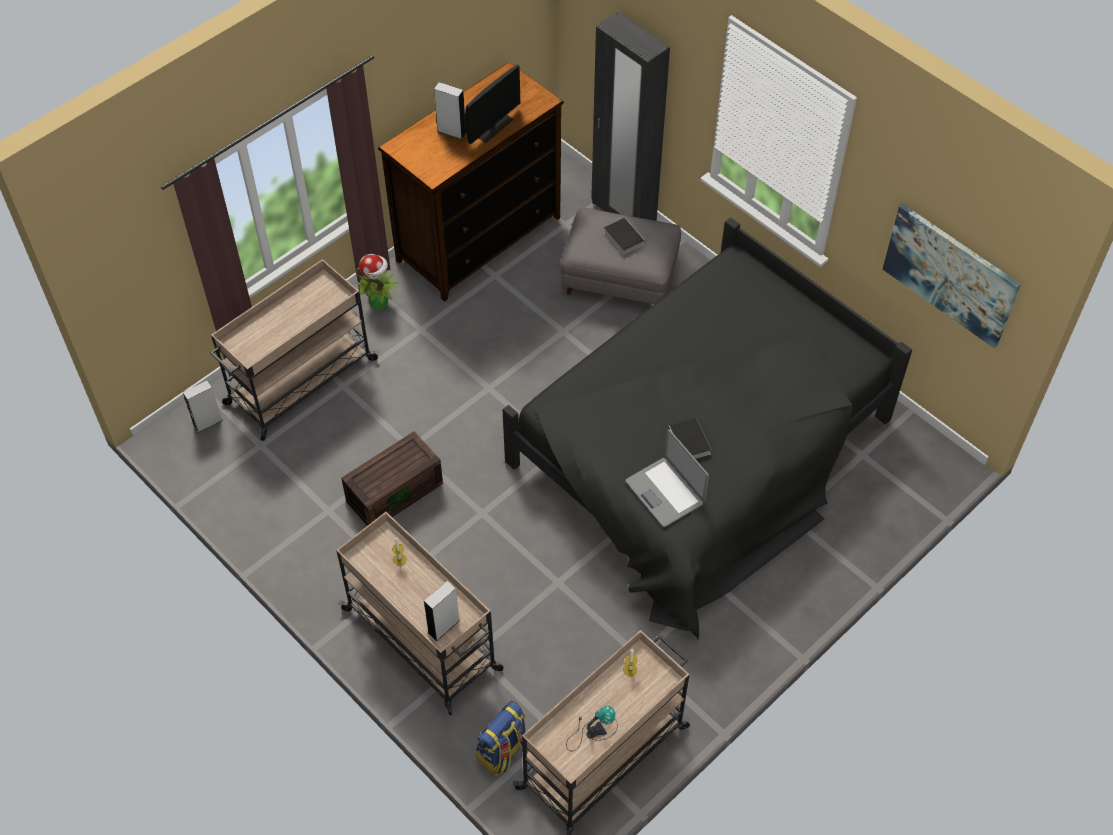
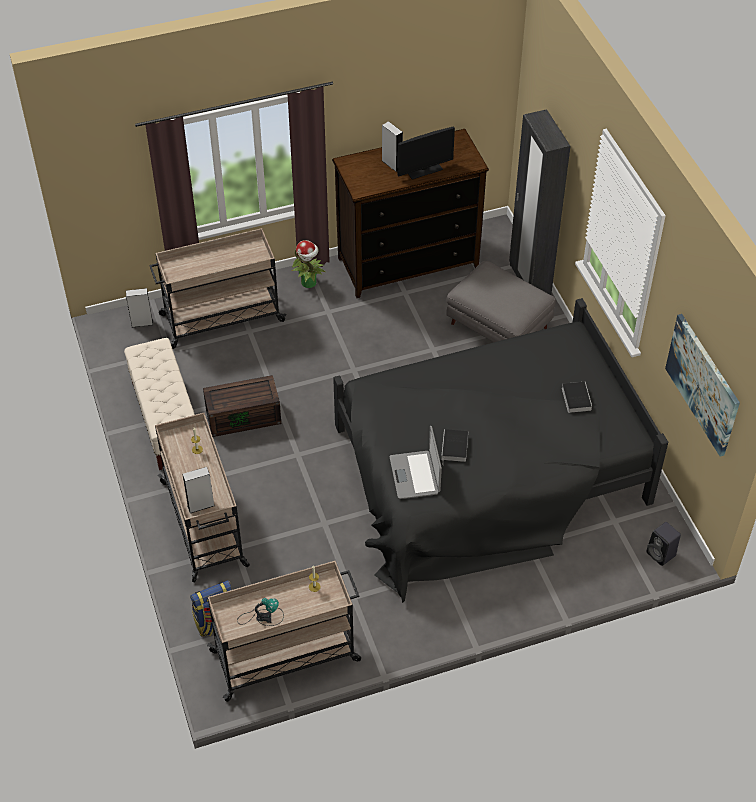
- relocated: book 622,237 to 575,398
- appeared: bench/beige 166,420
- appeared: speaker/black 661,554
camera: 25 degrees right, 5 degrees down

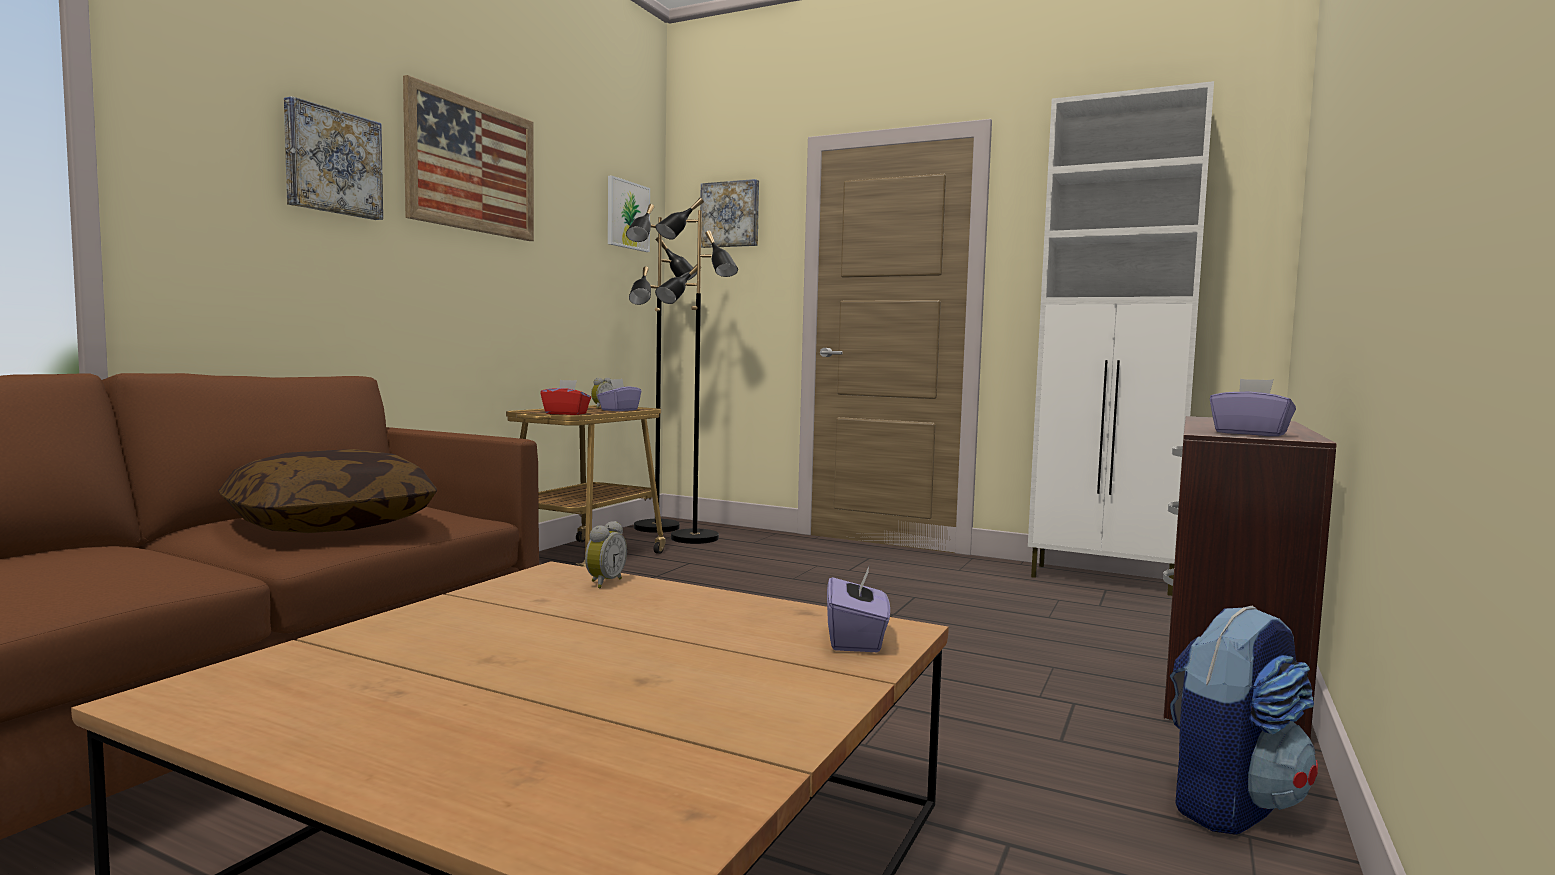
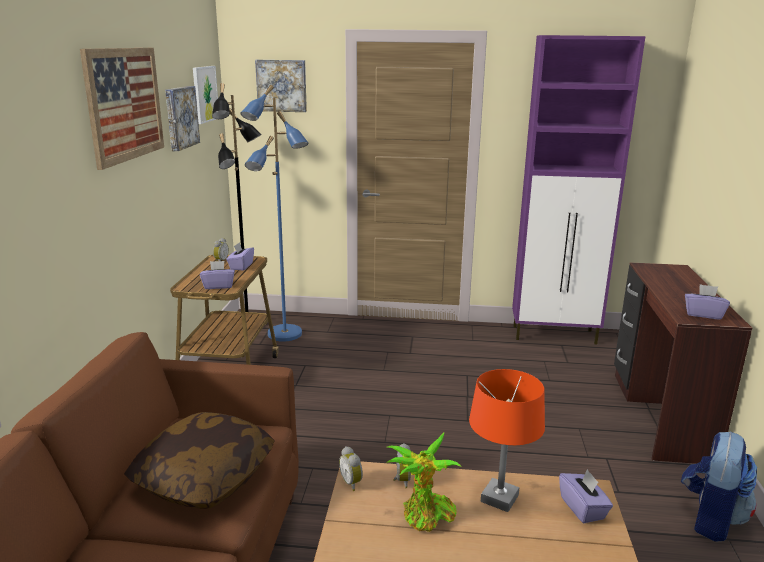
- relocated: picture 332,162 to 180,117
- colour: tissue box/red 566,414 to tissue box/purple 218,286
- colour: floor lamp/black 694,538 to floor lamp/blue 284,334
- colour: cabinet/white 1104,580 to cabinet/purple 555,335
- appeared: alarm clock 352,483
- appeared: potted plant 425,517
- appeared: table lamp/orange 500,498
camera: 20 degrees left, 15 degrees up

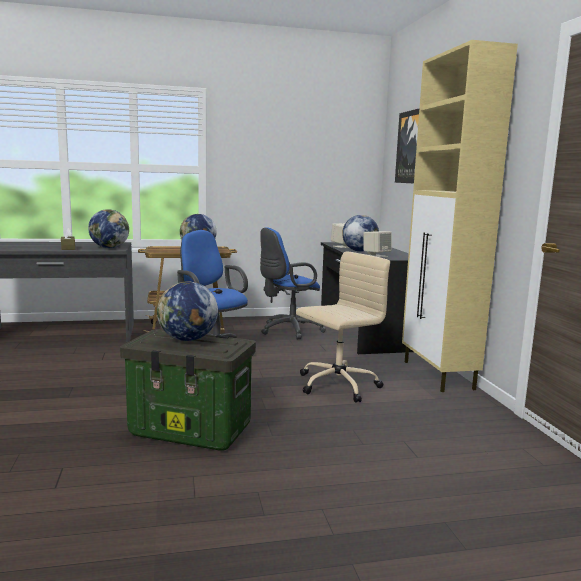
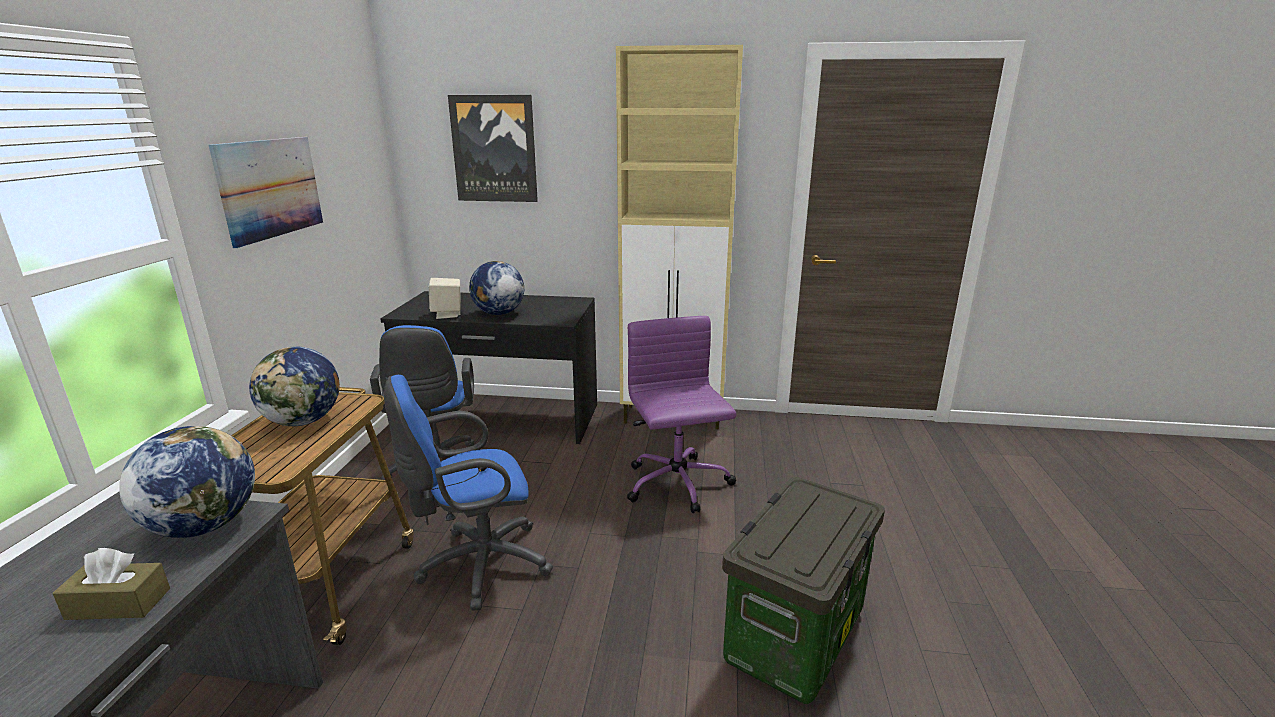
- missing: globe 187,339
- colour: office chair/beige 336,385 to office chair/purple 677,485
- missing: speaker/beige 376,256
- appeared: picture 271,188
camera: 70 degrees left, 10 degrees up

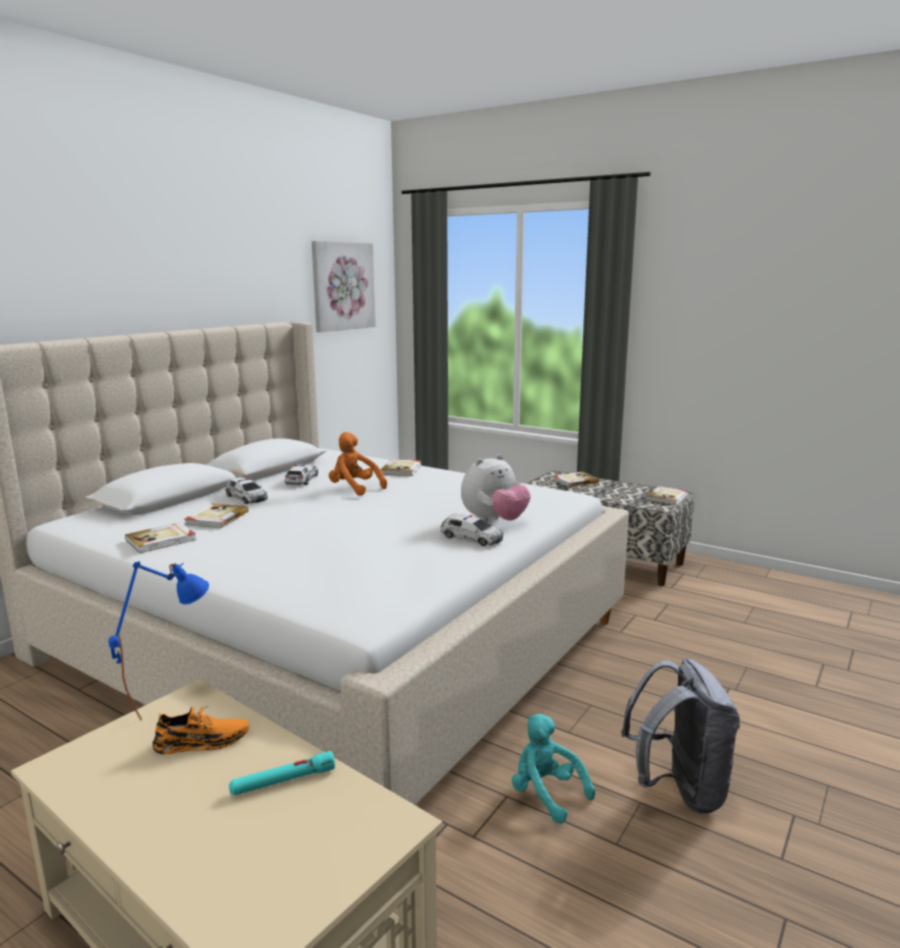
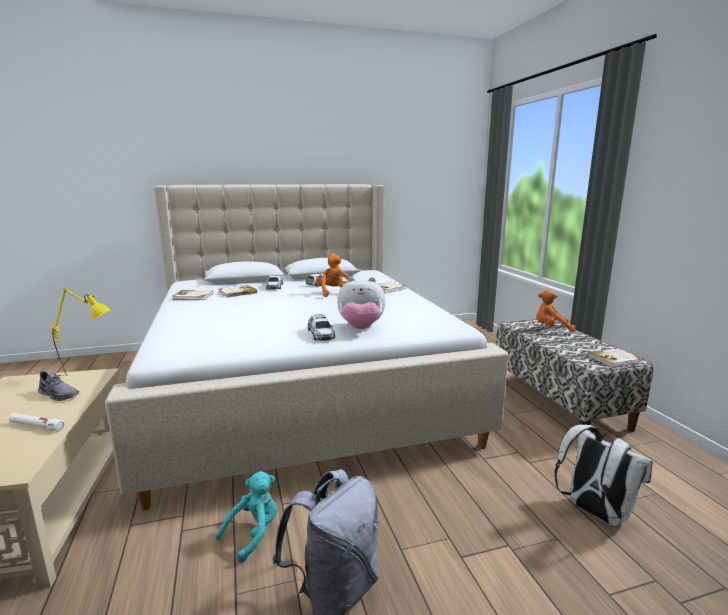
- colour: table lamp/blue 170,700 to table lamp/yellow 90,372
- colour: shoe/orange 202,742 to shoe/grey 58,394
- colour: flashlight/turquoise 283,781 to flashlight/white 36,426
- missing: picture 342,286
- spun: plush toy/turquoise 546,794 = 253,534 45 degrees clockwise
- exchanged: book 575,481 to plush toy/orange 551,329
- appeared: backpack/white 594,512
camera: 40 degrees right, 0 degrees up

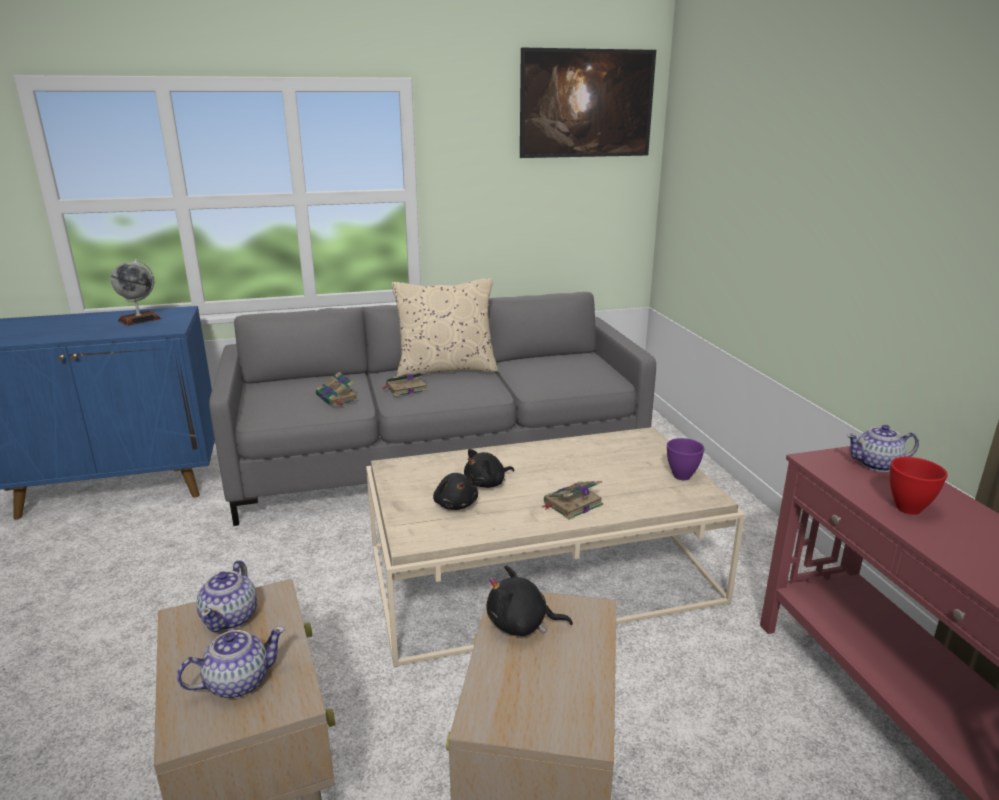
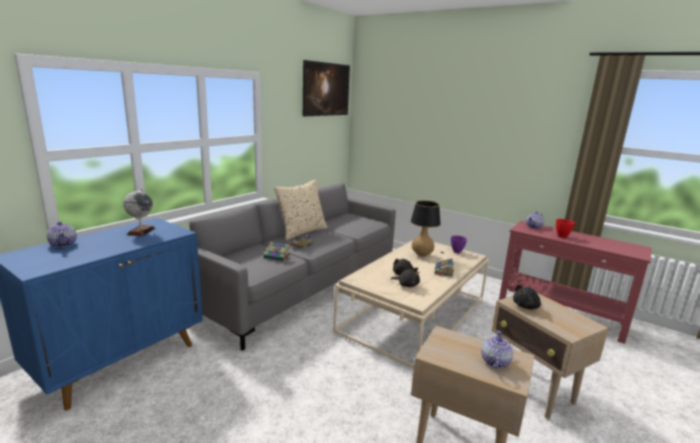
- relocated: teapot 231,617 to 63,244
- appeared: table lamp 425,256
camera: 40 degrees left, 5 degrees down

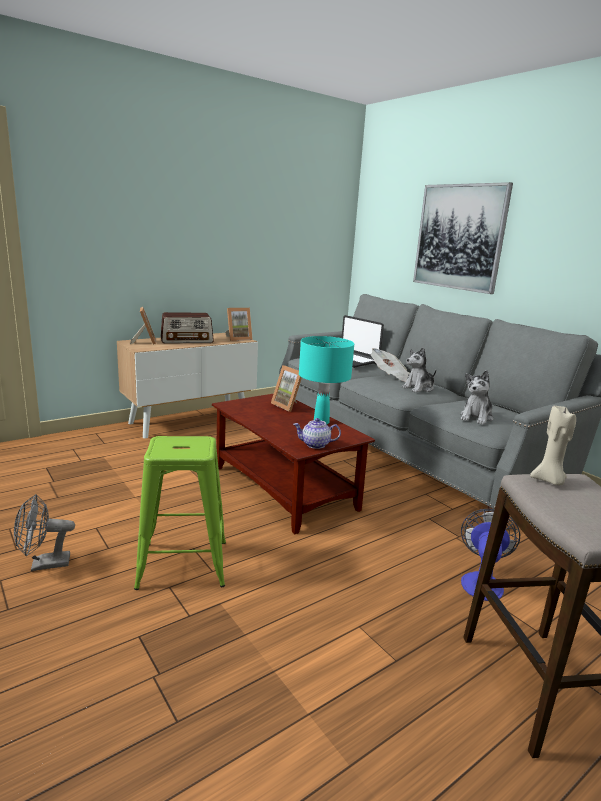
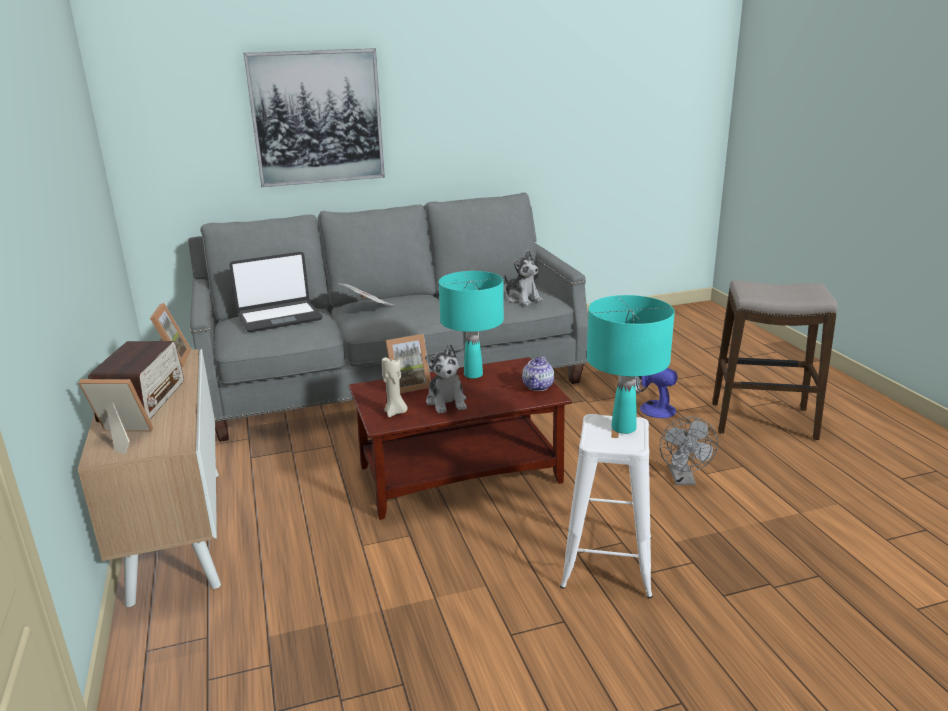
- relocated: fan/grey 44,564 to 683,479
- colour: stool/green 182,564 to stool/white 607,562
- relocated: plush toy 419,388 to 447,402
- relocated: candle/beige 549,480 to 395,412
- appeared: table lamp/turquoise 623,428
camera: 70 degrees left, 5 degrees up

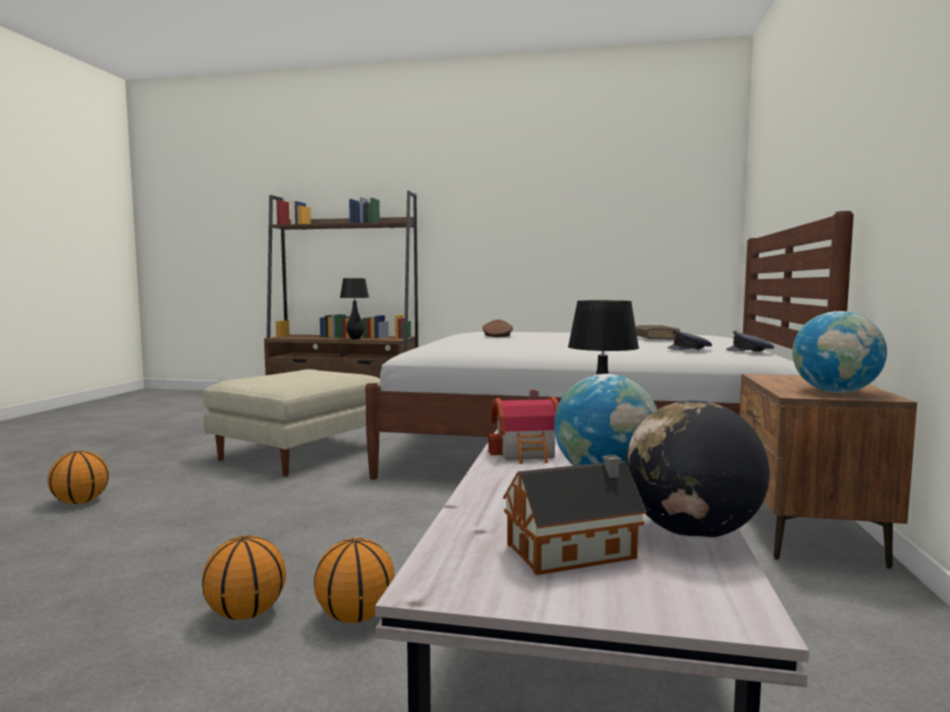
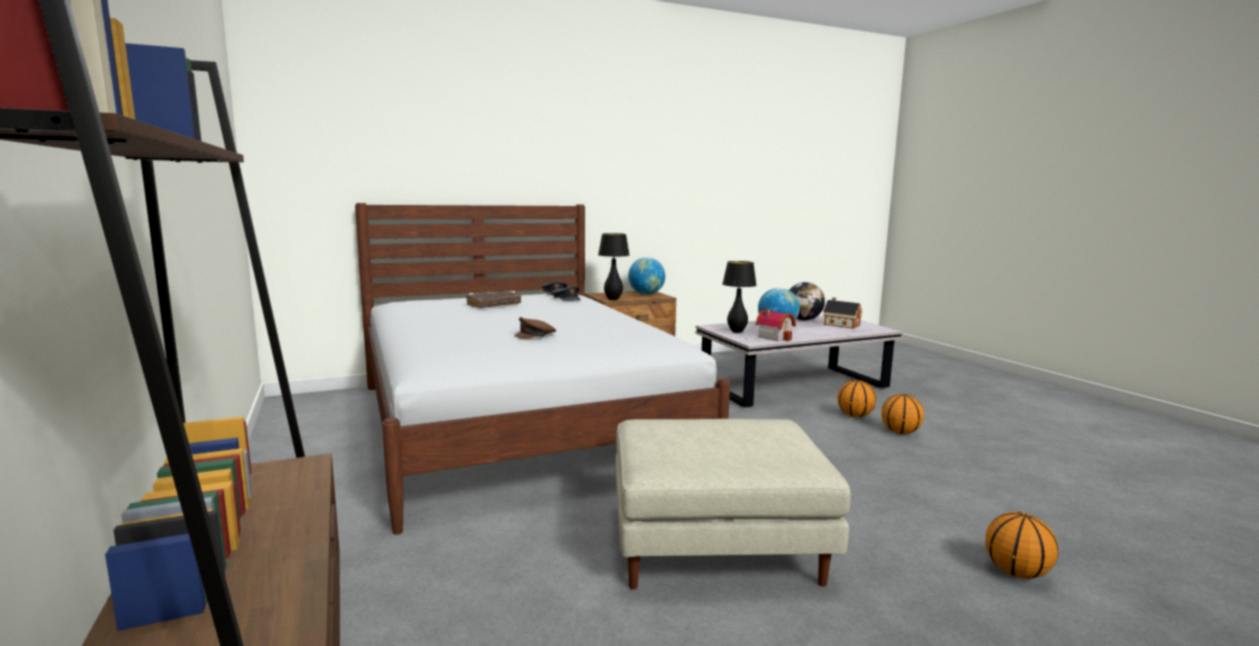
- relocated: table lamp/black 355,338 to 613,299
camera: 125 degrees left, 5 degrees up

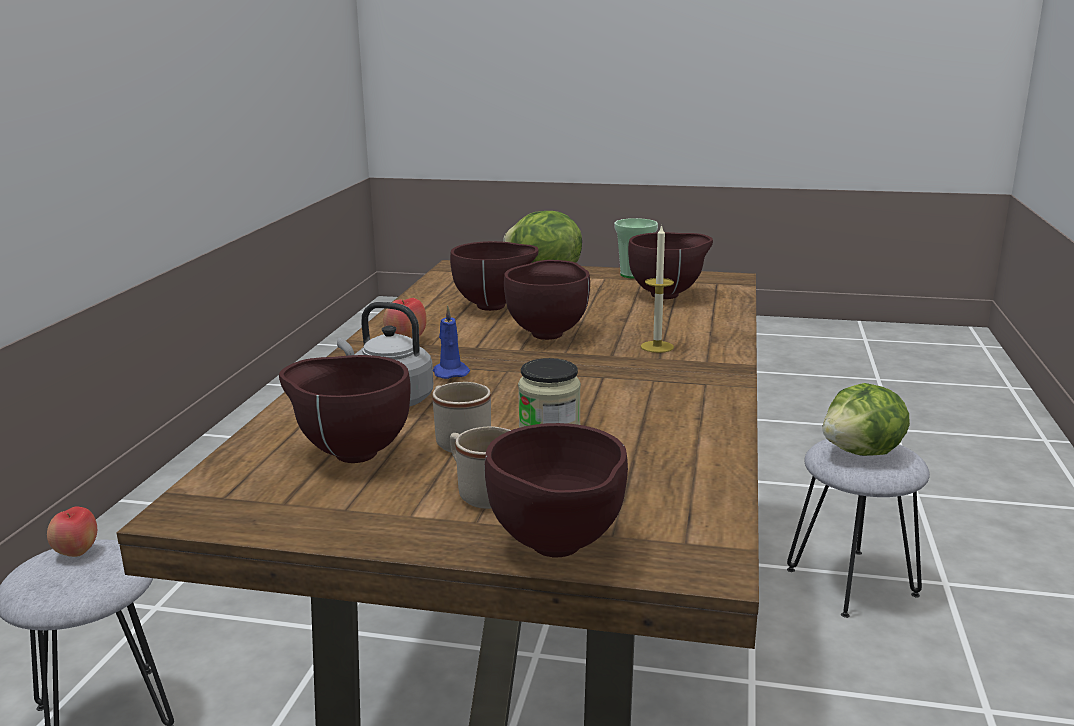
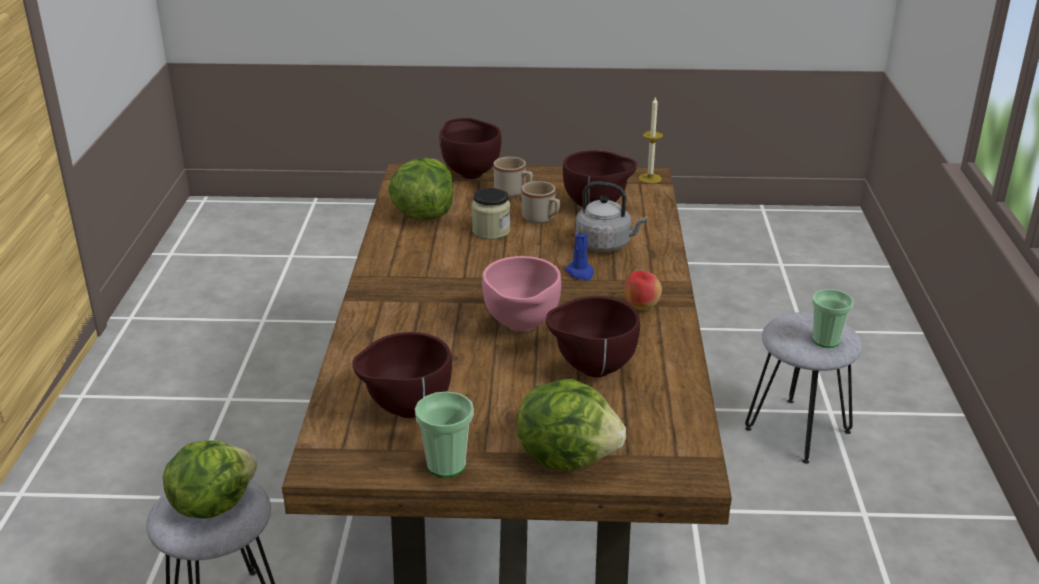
- exchanged: apple 77,553 to cup 826,340
- colour: bowl/brown 548,333 to bowl/pink 521,327
- relocated: candle 657,347 to 650,178
- appeared: lettuce 423,215
camera: 170 degrees right, 10 degrees up

